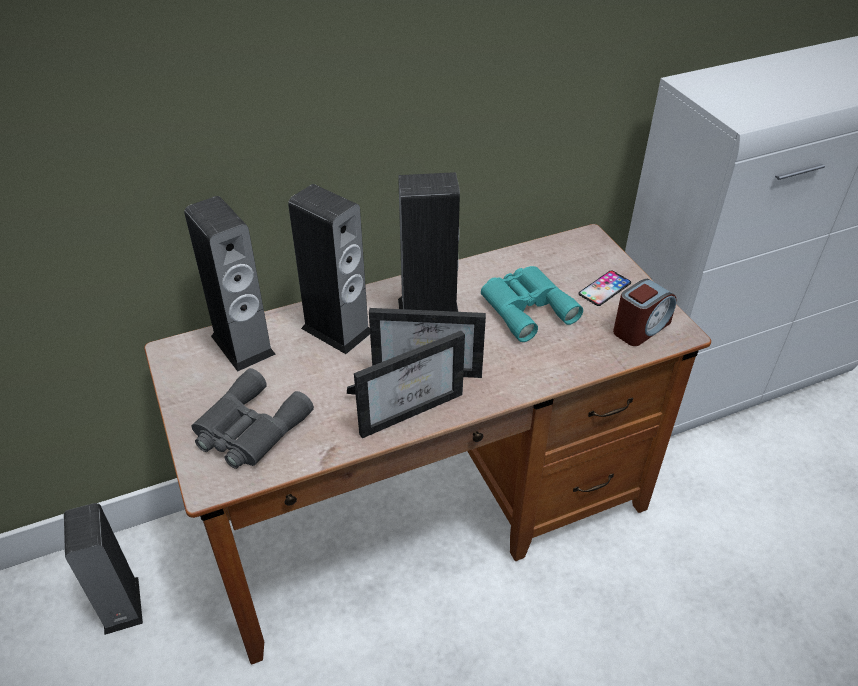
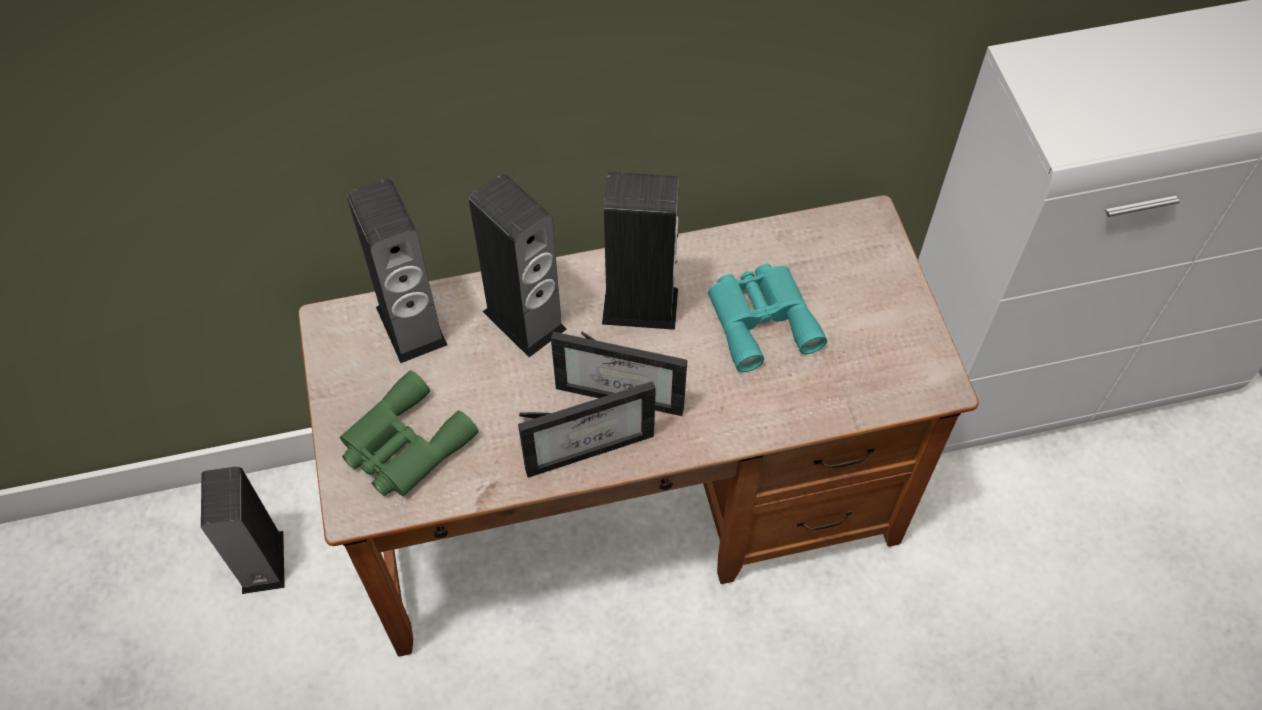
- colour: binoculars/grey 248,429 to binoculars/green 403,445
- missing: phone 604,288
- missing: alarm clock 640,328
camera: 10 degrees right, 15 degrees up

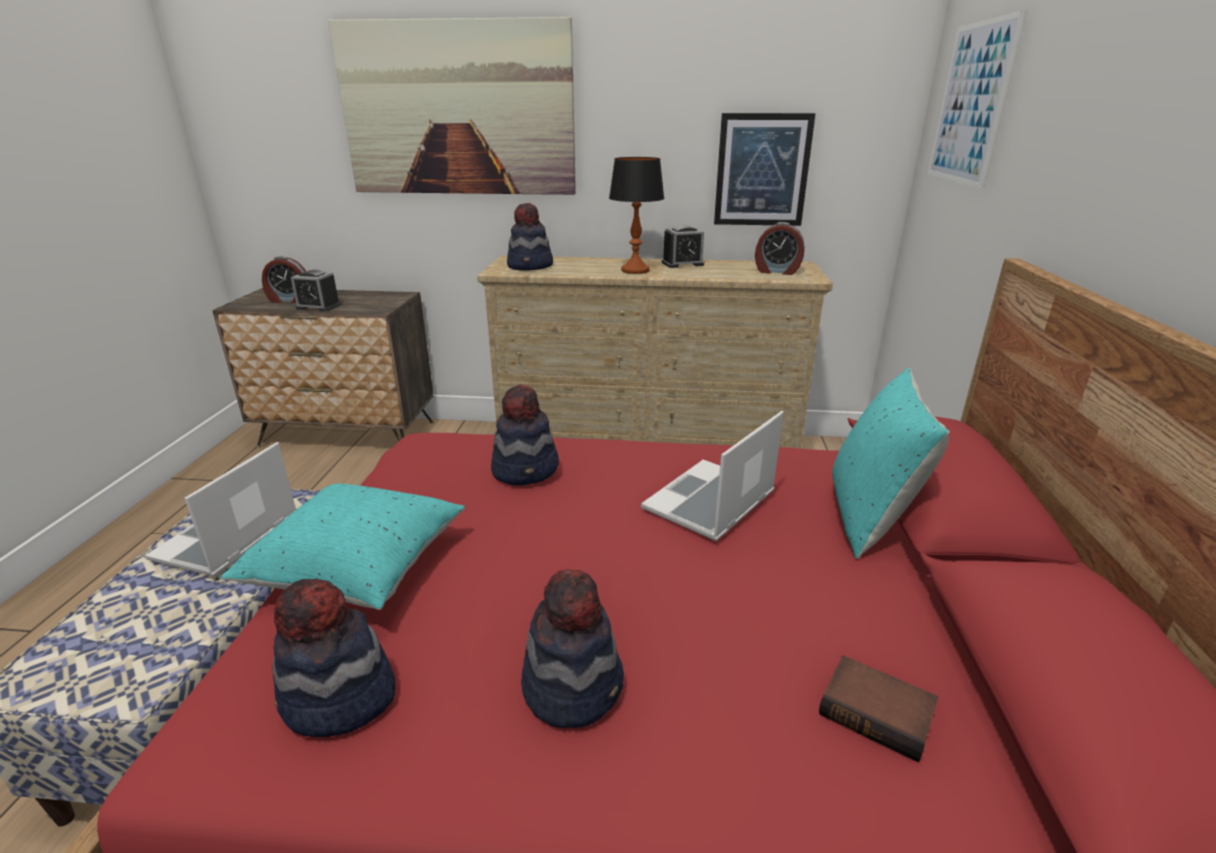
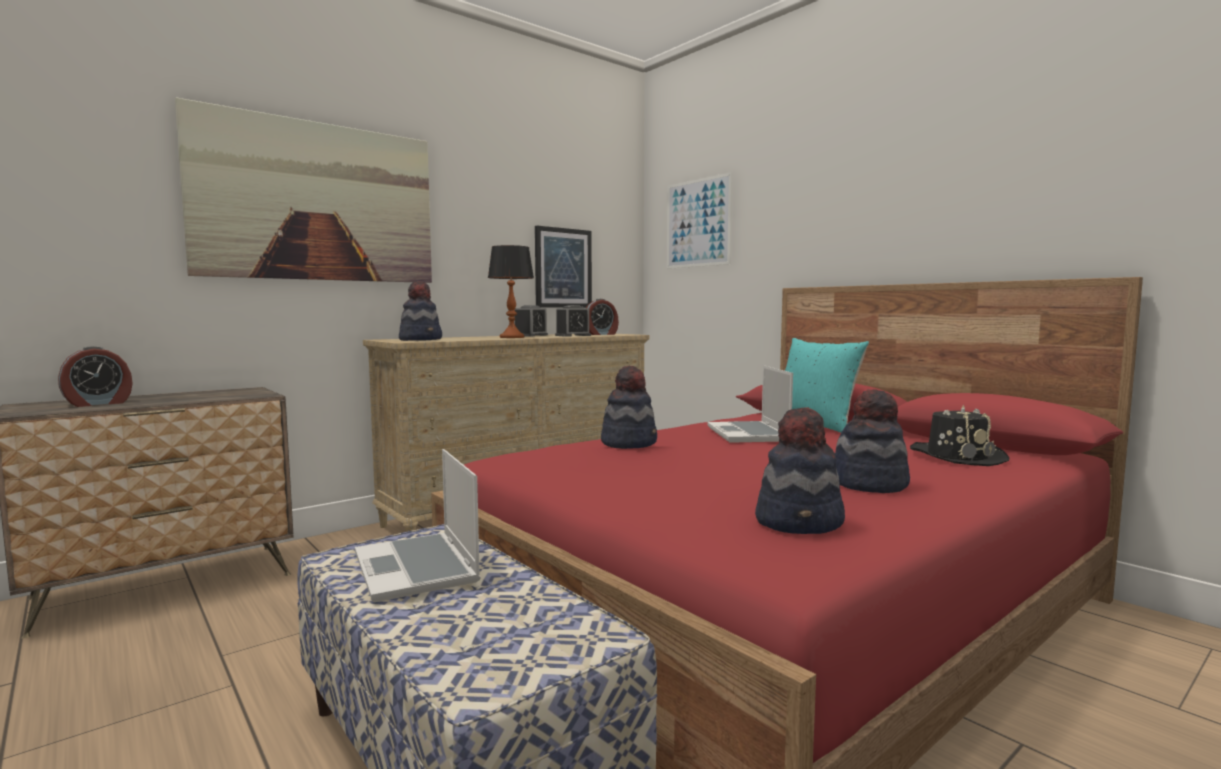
- missing: pillow/turquoise 359,568
- relocated: alarm clock 318,306 to 573,335
- exchanged: book 878,712 to hat/black 957,456
camera: 45 degrees left, 20 degrees down

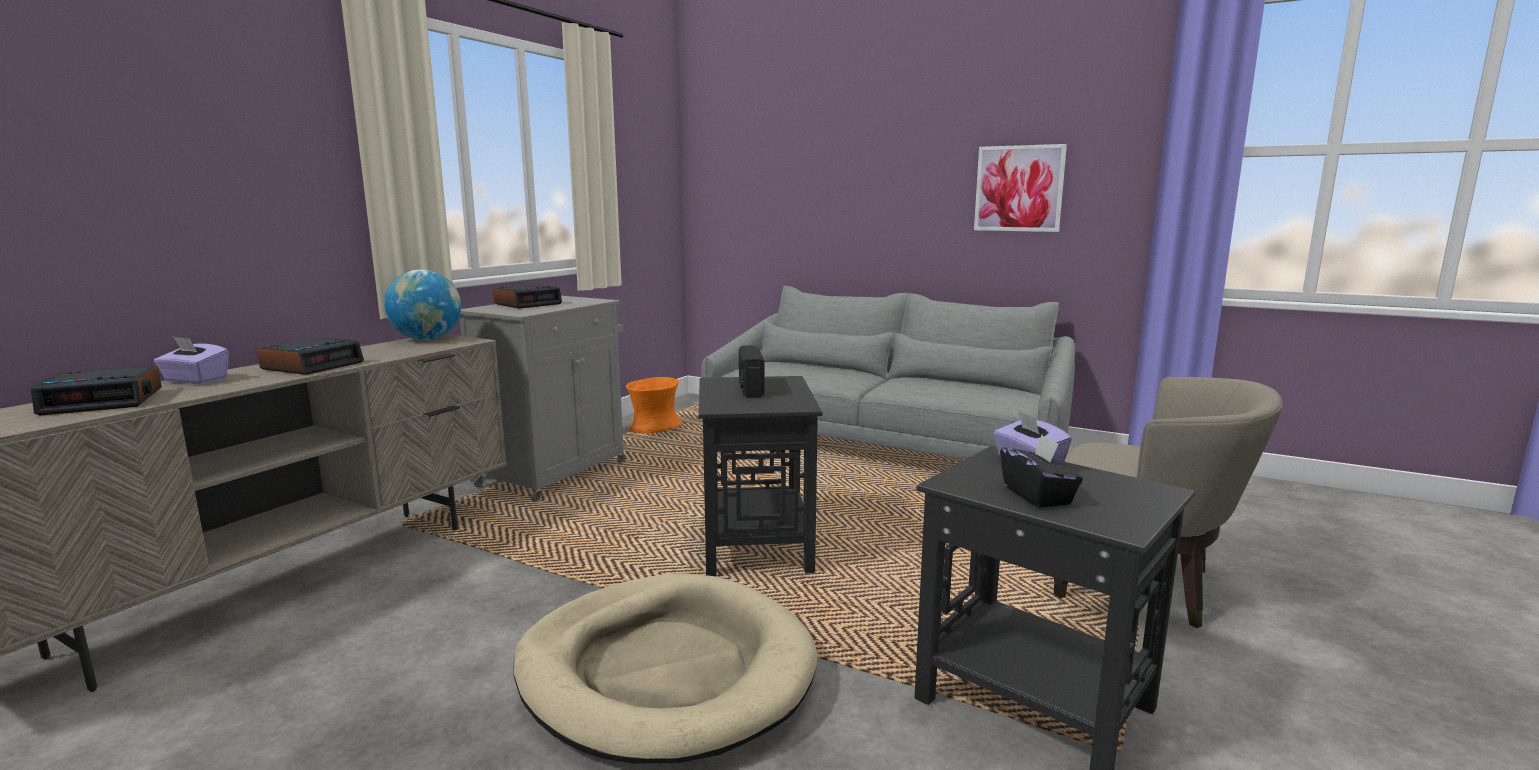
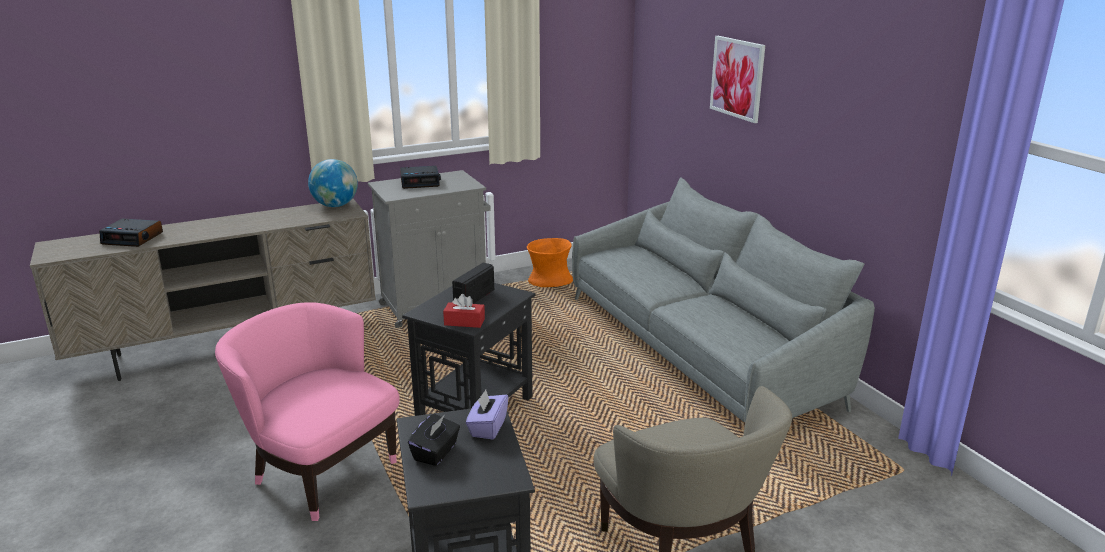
- missing: tissue box/purple 195,380
- missing: alarm clock 313,365
- exchanged: dog bed/beige 665,672 to armchair/pink 321,472
- relocated: picture 1019,188 to 737,78
- appeared: tissue box/red 464,322
camera: 35 degrees right, 10 degrees up

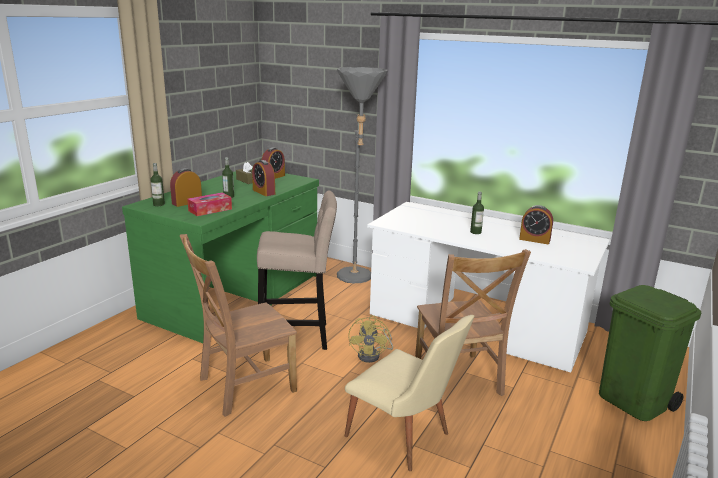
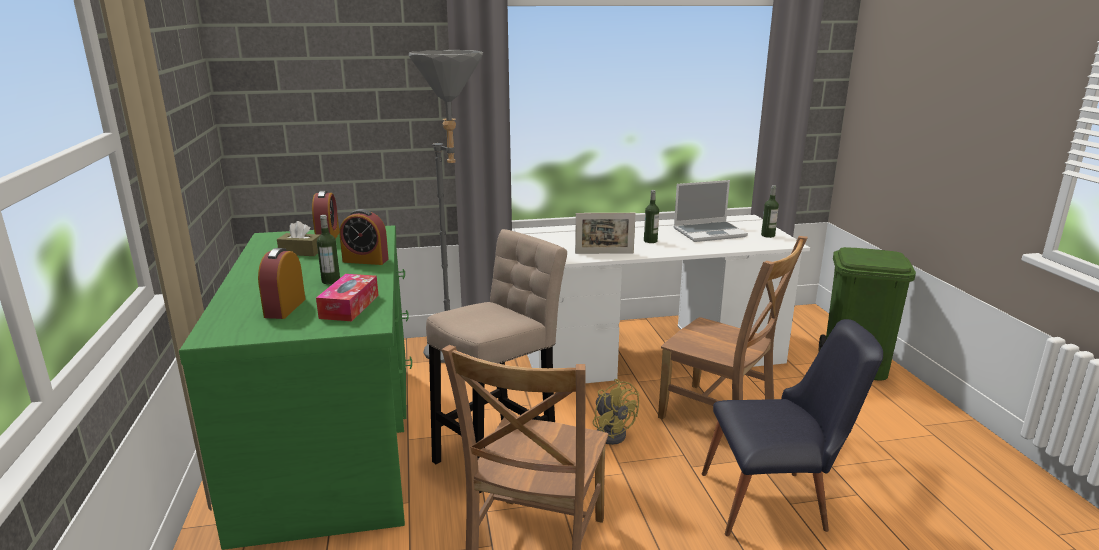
- relocated: bottle 159,204 to 768,235
- colour: chair/beige 405,439 to chair/black 776,503
- exchanged: alarm clock 534,240 to laptop 709,232
- appeared: picture frame 604,253
camera: 40 degrees left, 0 degrees up

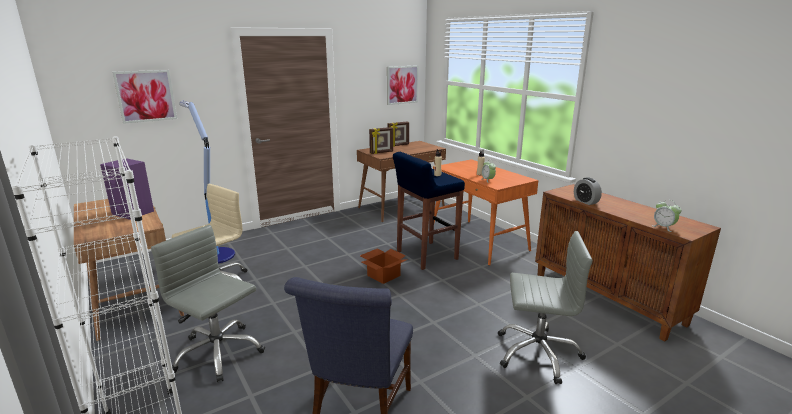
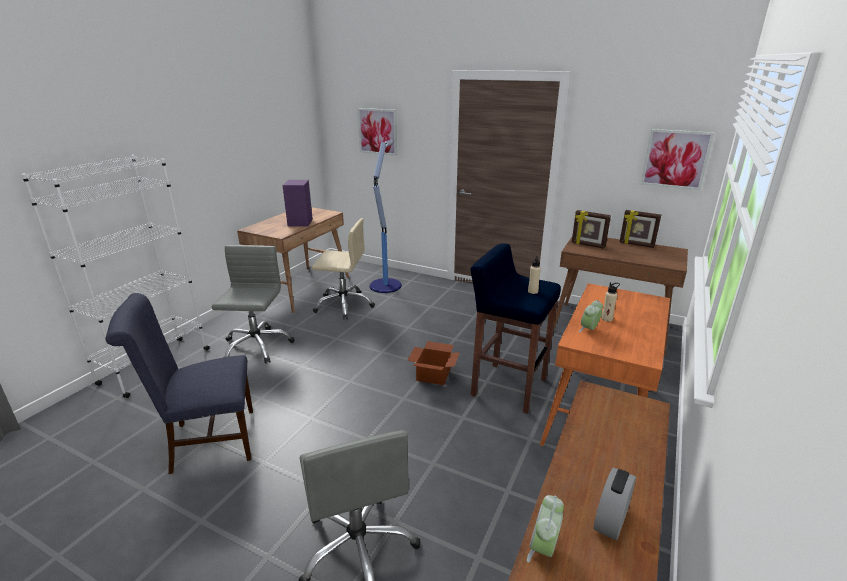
- relocated: alarm clock 585,201 to 610,520
camera: 60 degrees right, 5 degrees up

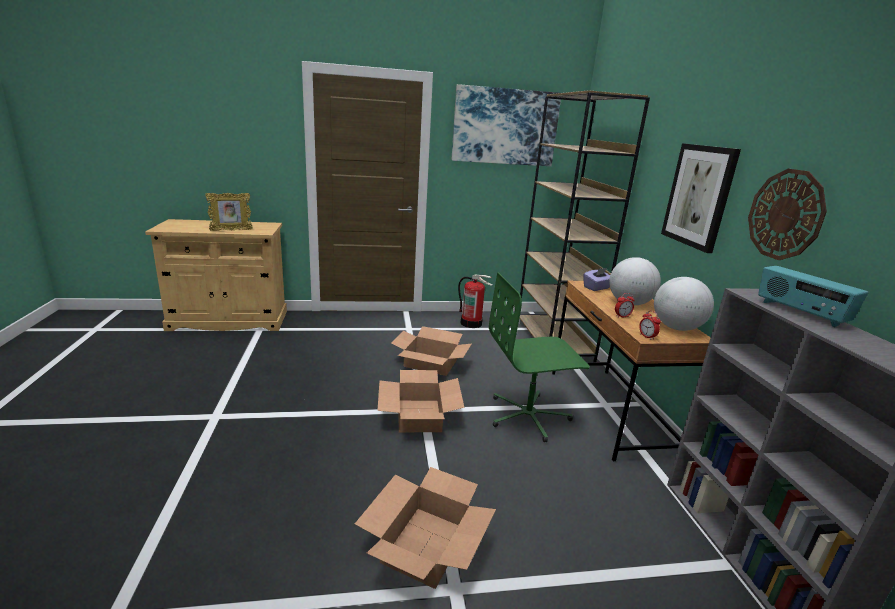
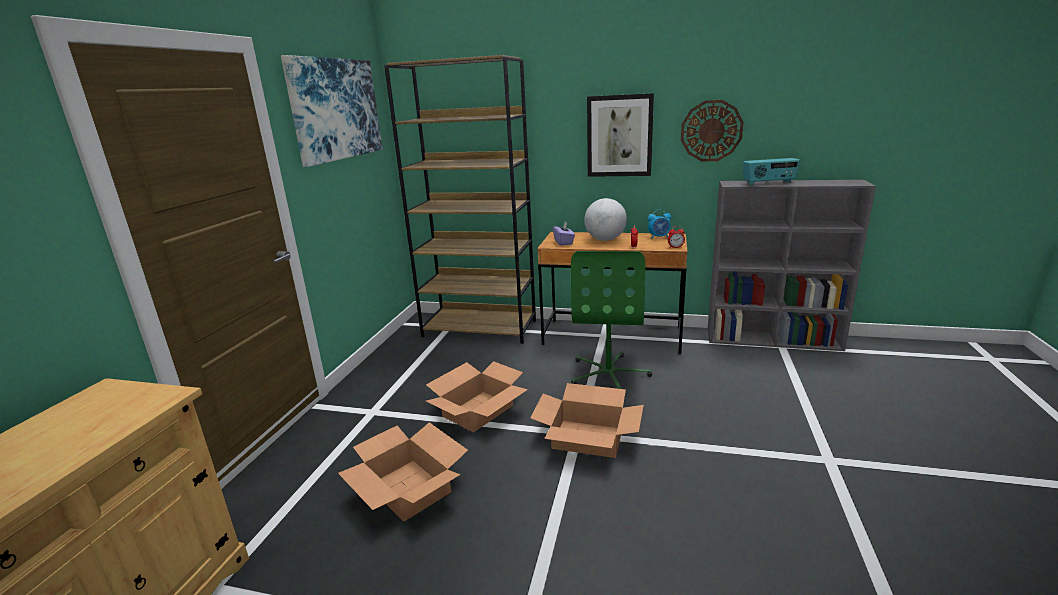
- missing: picture frame 231,230
- relocated: cardboard box 425,545 to 408,489
- missing: fire extinguisher 471,323
- exchanged: globe 676,328 to alarm clock 659,237
camera: 65 degrees left, 0 degrees up

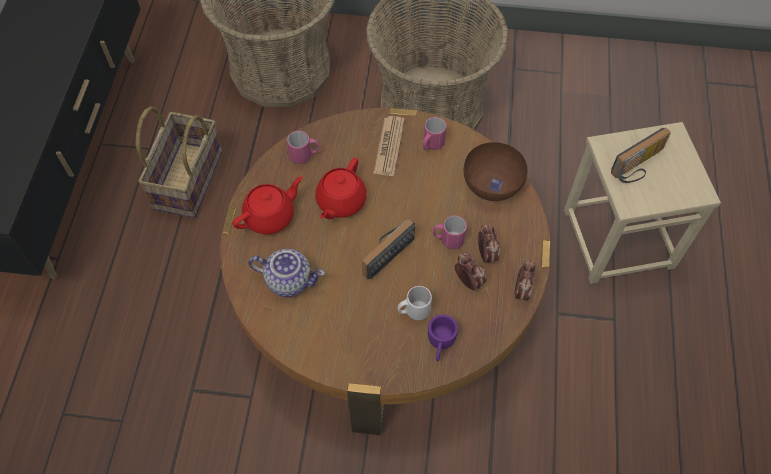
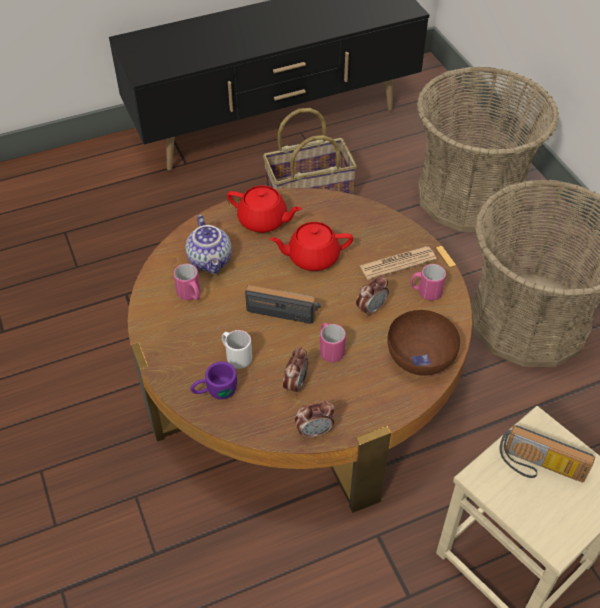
- relocated: mug/pink 305,155 to 191,295
- relocated: alarm clock 486,254 to 371,309
camera: 60 degrees right, 10 degrees down

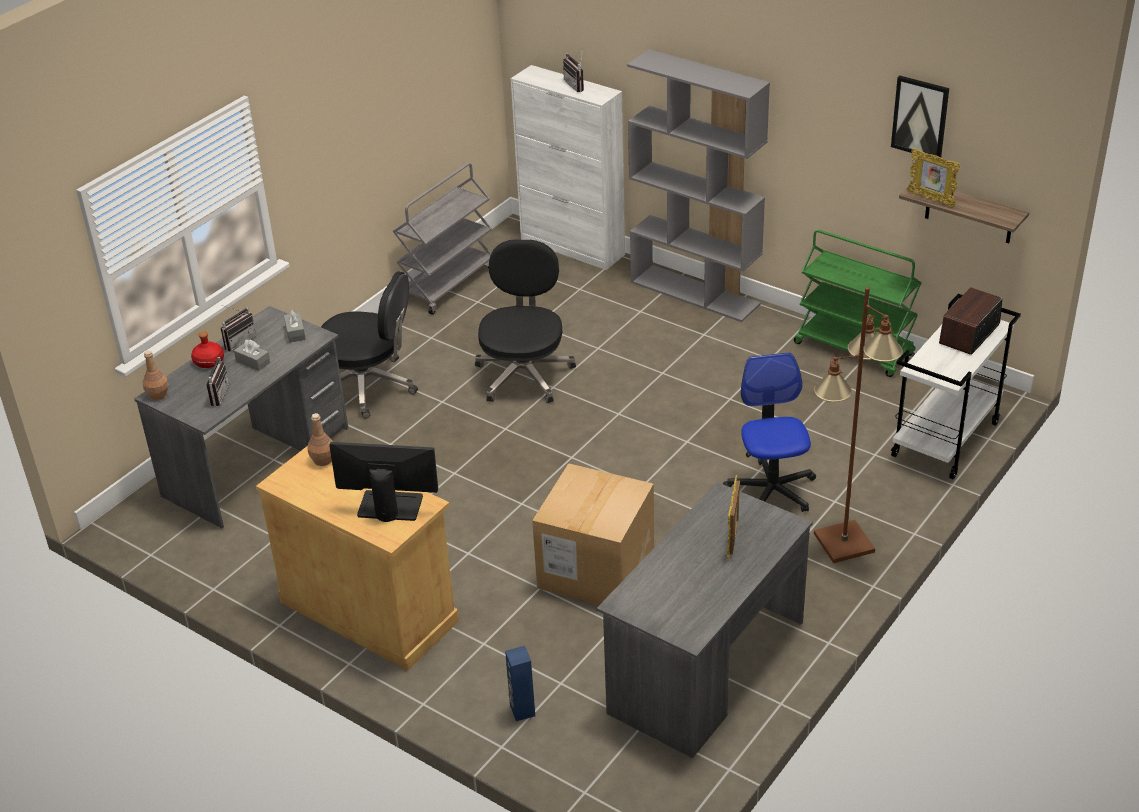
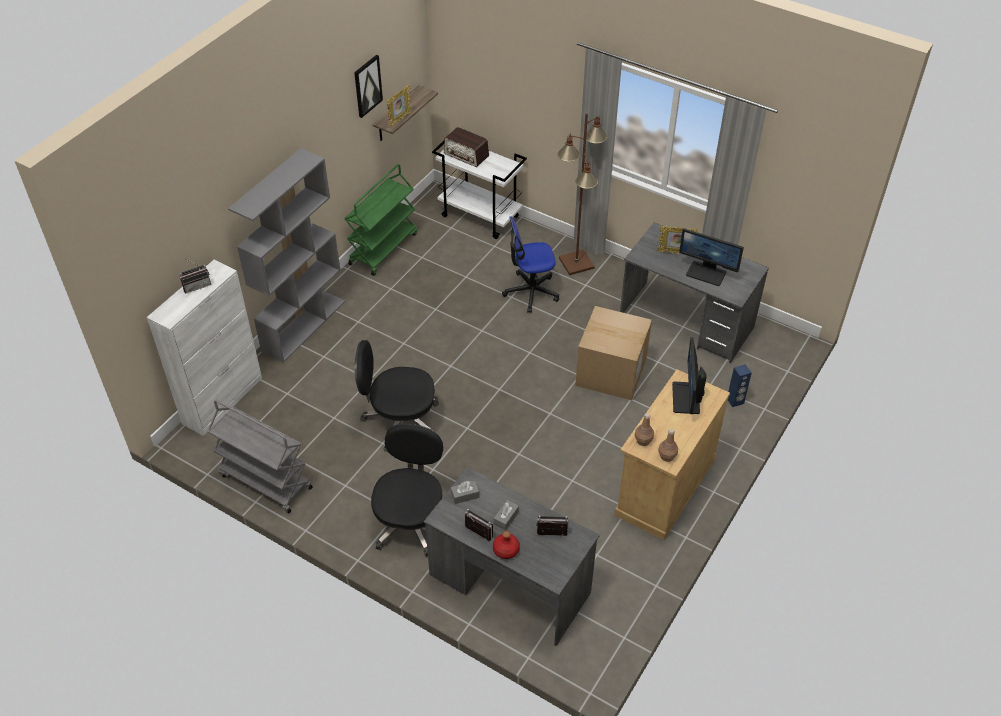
- relocated: bottle/brown 158,394 to 667,456
- appeared: monitor 706,273
camera: 95 degrees left, 10 degrees up

